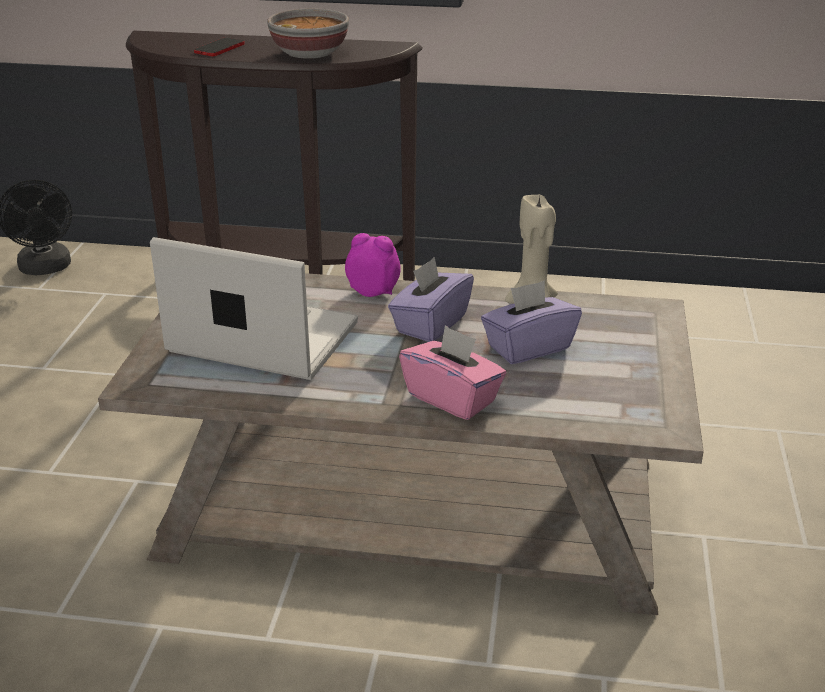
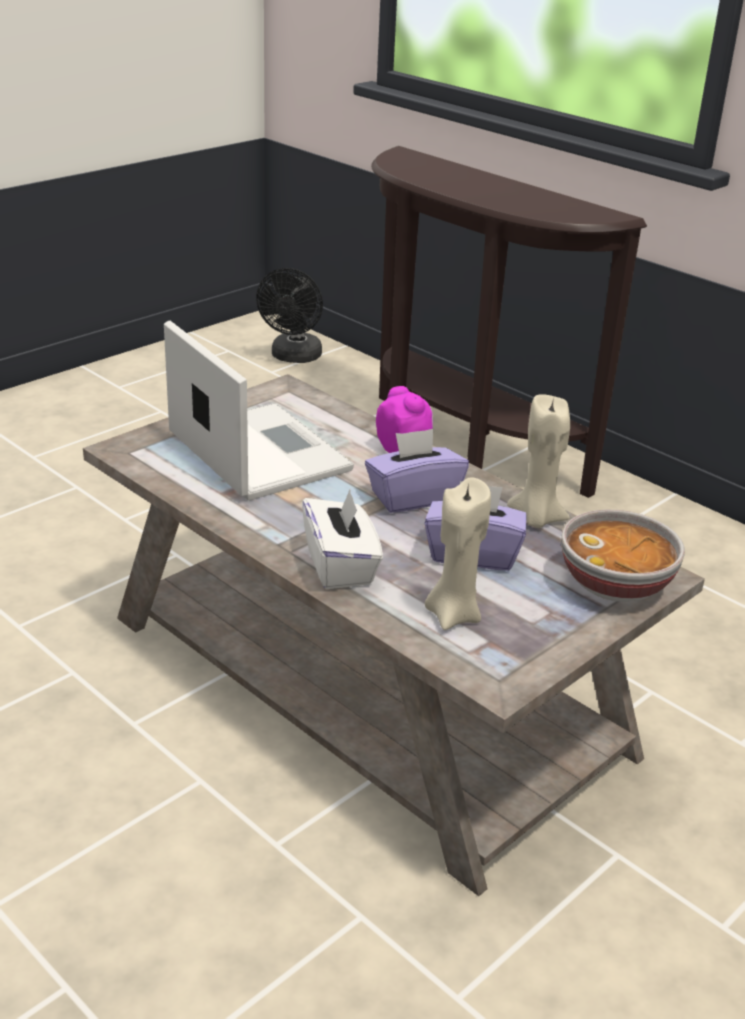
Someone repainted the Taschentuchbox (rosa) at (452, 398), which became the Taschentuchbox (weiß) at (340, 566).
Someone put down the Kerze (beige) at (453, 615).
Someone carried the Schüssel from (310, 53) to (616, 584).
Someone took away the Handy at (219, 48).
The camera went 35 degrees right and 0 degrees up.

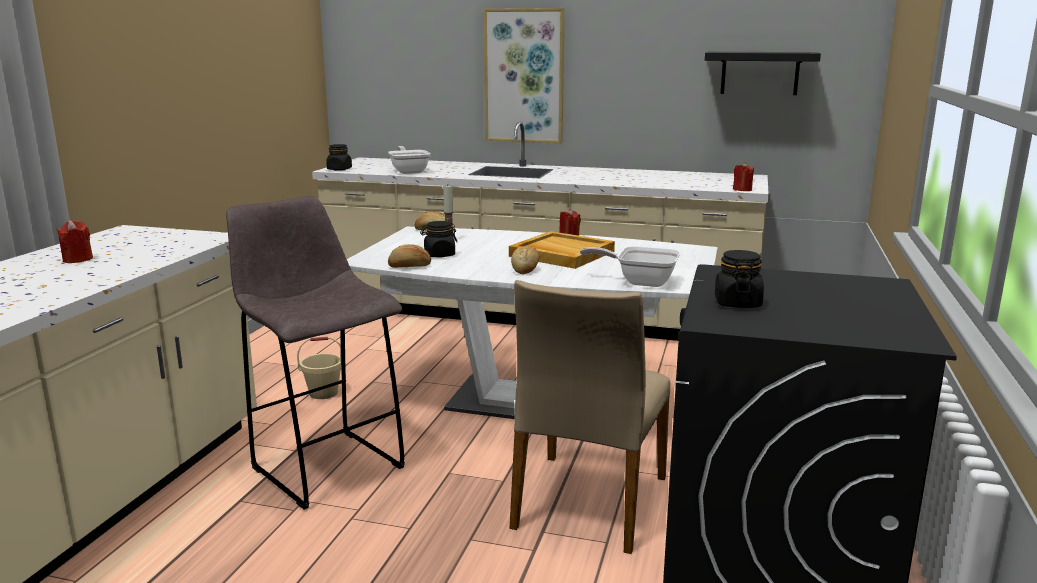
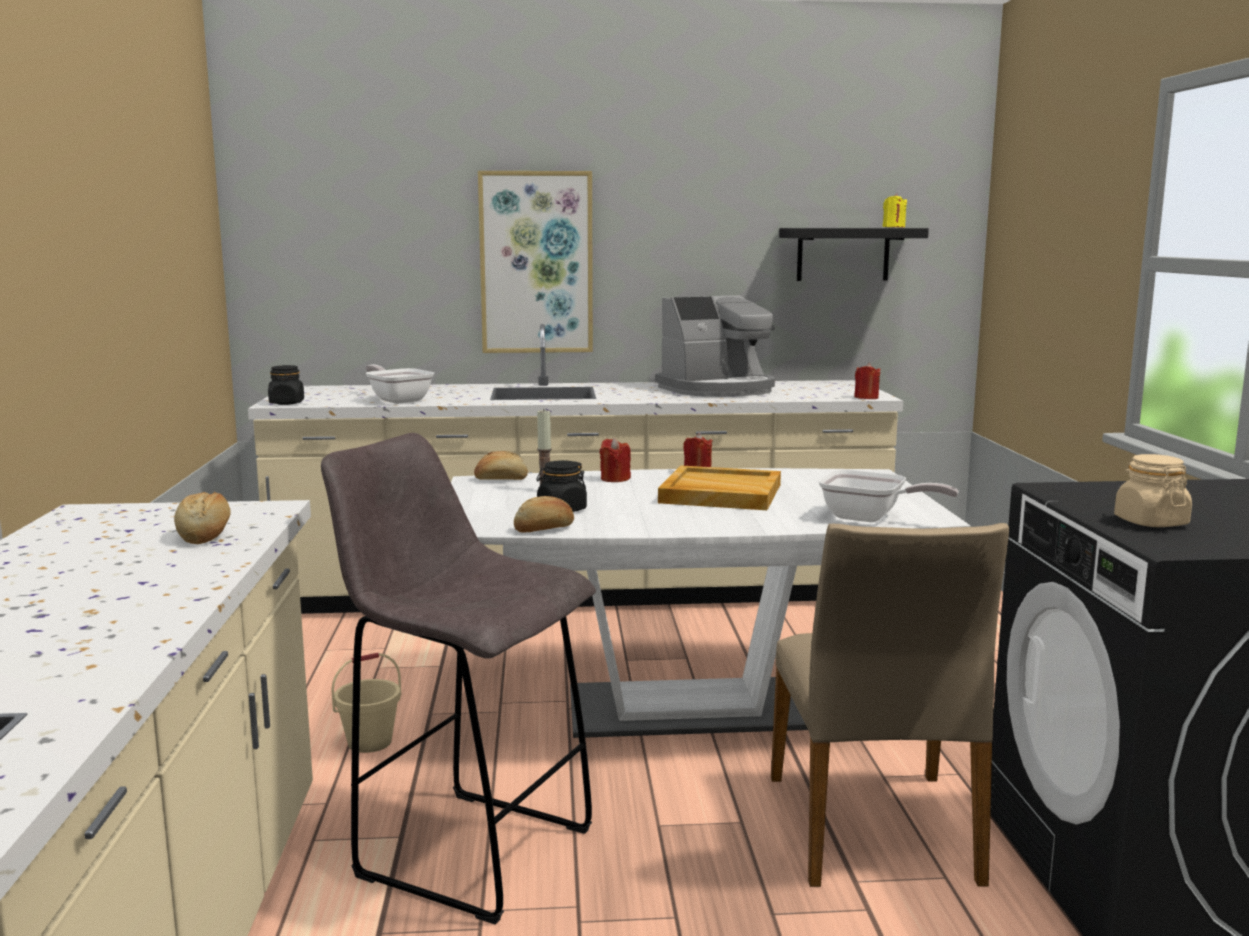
Someone carried the Brot from (525, 269) to (204, 535).
Someone carried the Kerze (rot) from (78, 259) to (615, 479).
Someone put down the Kaffeemaschine at (718, 389).
Someone rotated the Pfanne at (640, 281) by 150 degrees counterclockwise.
Someone put down the Kerze (gelb) at (893, 227).
Someone repainted the Vorratsglas (schwarz) at (737, 303), which became the Vorratsglas (beige) at (1150, 522).
The camera went 20 degrees left and 5 degrees down.

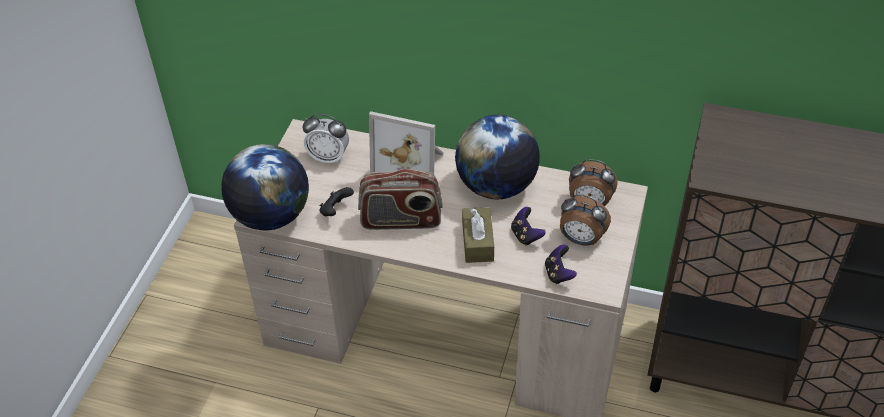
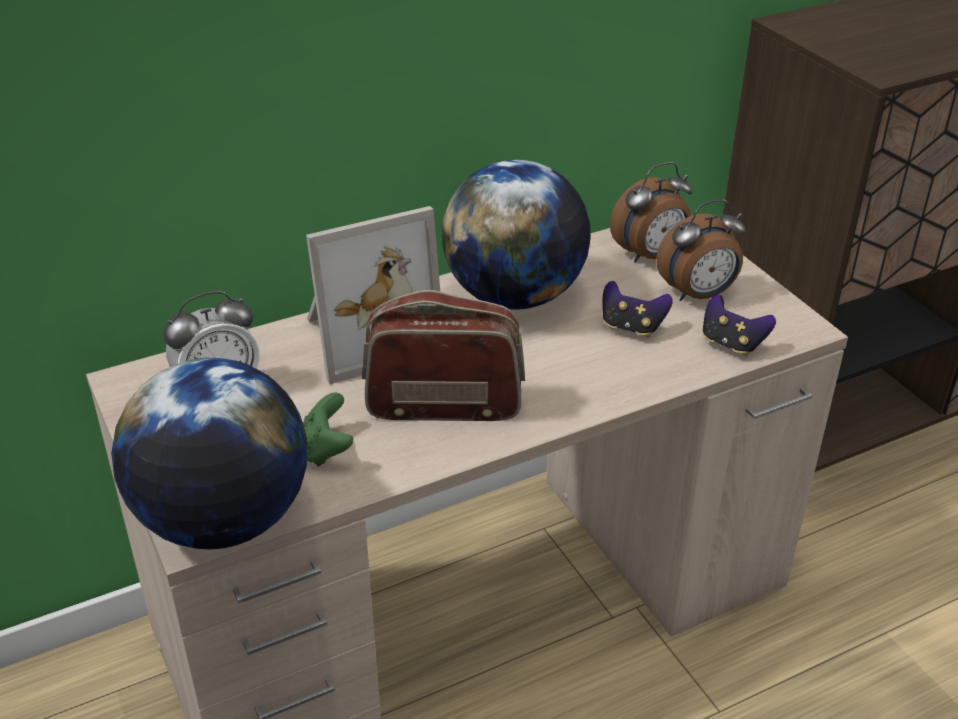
Someone repainted the Gamepad (schwarz) at (336, 210), which became the Gamepad (grün) at (326, 449).
Someone rotated the Radio at (401, 220) by 135 degrees counterclockwise.
Someone took away the Taschentuchbox (braun) at (477, 242).
The camera went 45 degrees left and 10 degrees down.

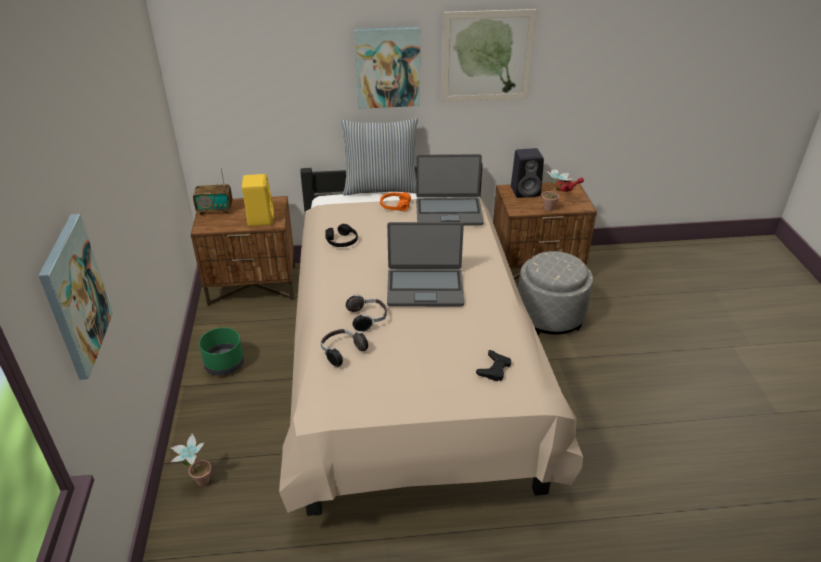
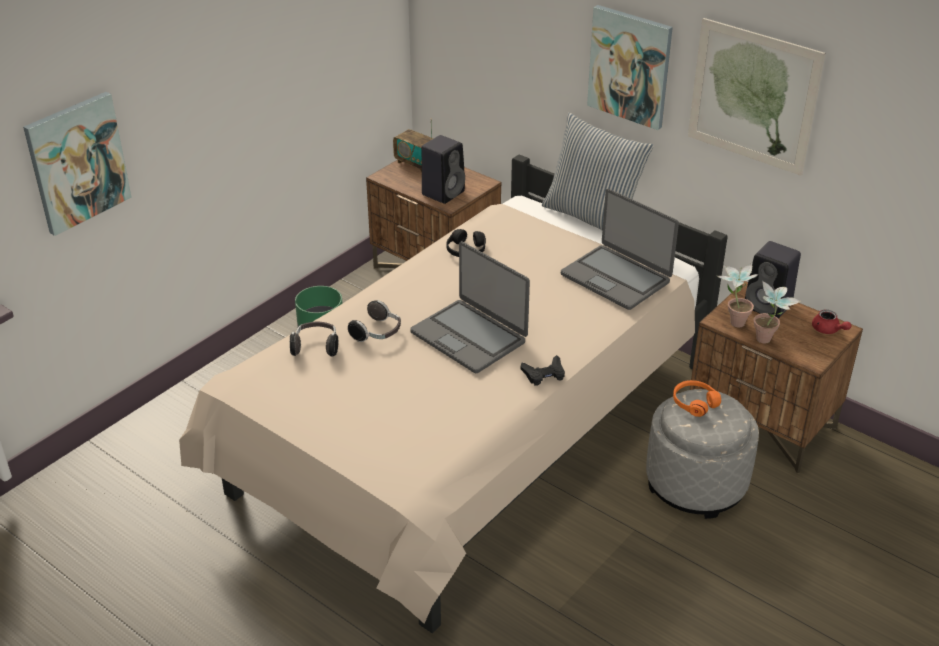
Someone repainted the Lautsprecher (gelb) at (260, 218), which became the Lautsprecher (schwarz) at (443, 192).
Someone carried the Gamepad (schwarz) from (494, 369) to (544, 374).
Someone carried the Kopfhörer (orange) from (395, 206) to (694, 403).
Someone carried the Topfpflanze from (198, 481) to (732, 321).
The camera went 45 degrees right and 0 degrees up.

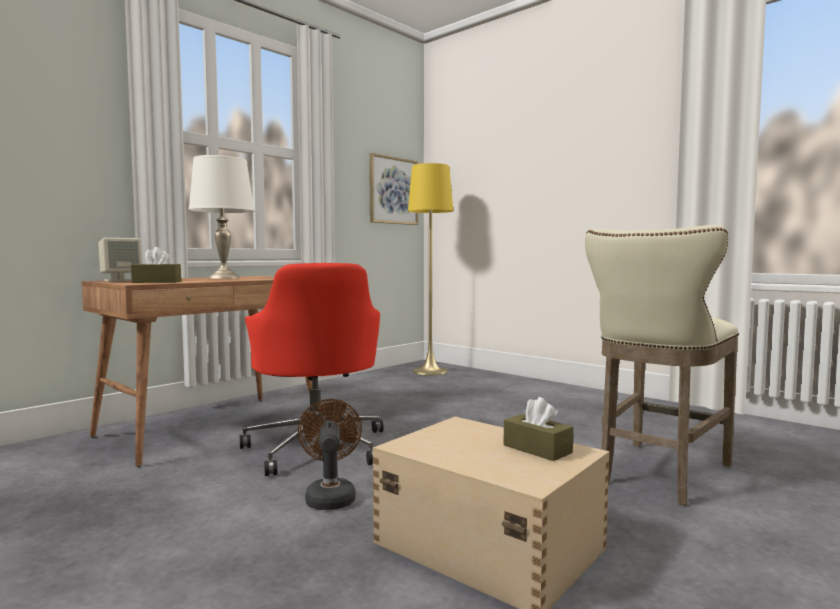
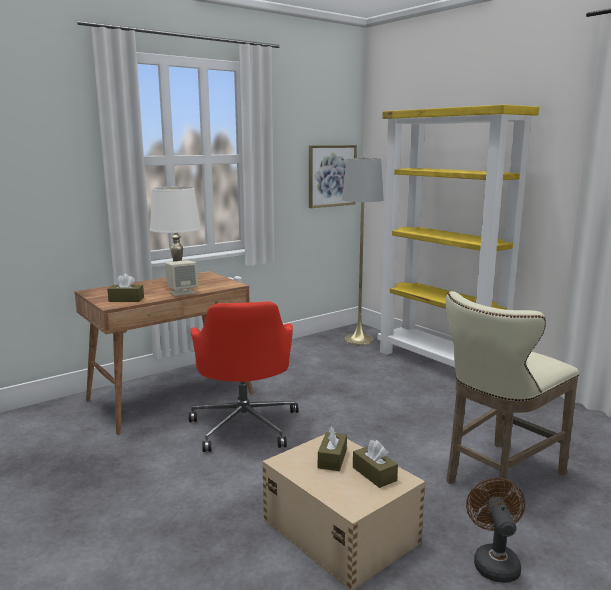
Someone carried the Lautsprecher (beige) from (121, 280) to (182, 292).
Someone put down the Taschentuchbox (braun) at (332, 459).
Someone repainted the Stehlampe (gelb) at (430, 371), which became the Stehlampe (grau) at (359, 339).
Someone put down the Bücherregal (gelb) at (440, 365).
Someone carried the Ventilator (braun) from (330, 496) to (494, 561).
The camera went 10 degrees right and 10 degrees up.

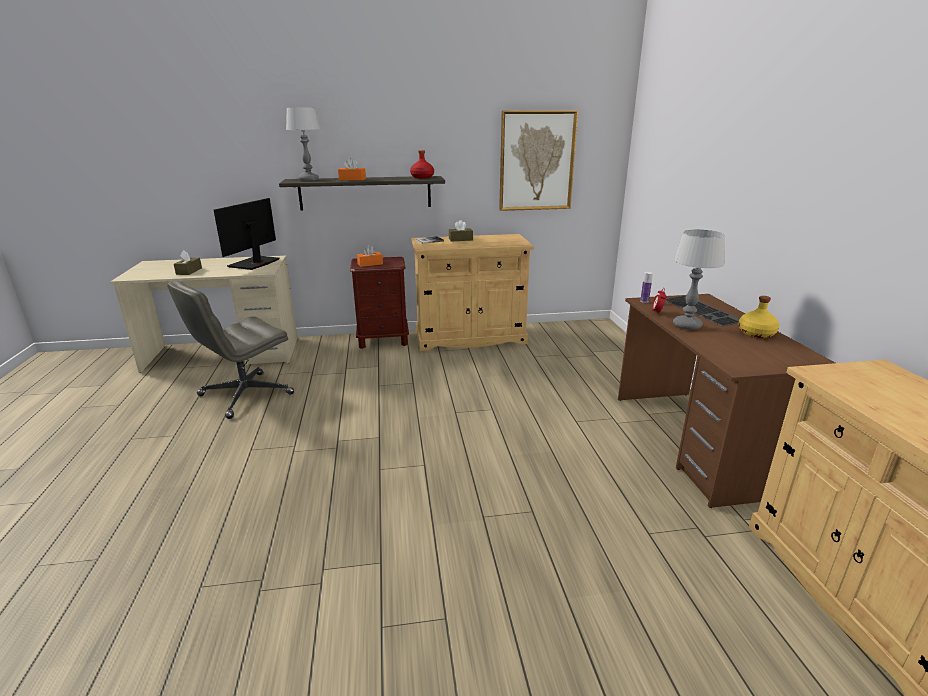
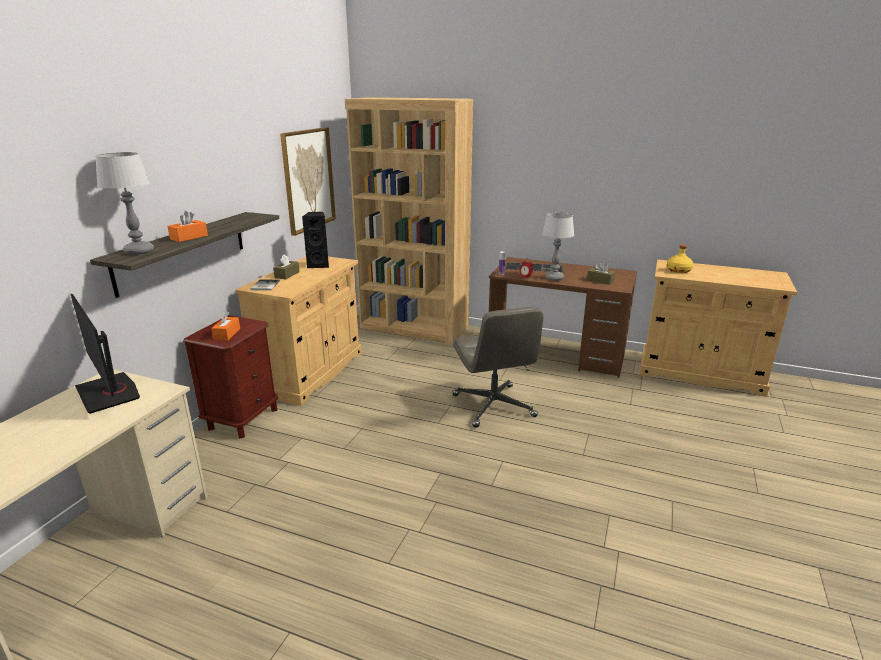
Someone put down the Lautsprecher (schwarz) at (319, 265).
Someone put down the Bücherregal (braun) at (414, 328).
Someone carried the Bürostuhl (grau) from (245, 395) to (494, 406).
Someone carried the Taschentuchbox (braun) from (189, 271) to (600, 280).
Someone carried the Flasche (gelb) from (755, 333) to (678, 270).
Someone took away the Flasche (rot) at (422, 177).
The camera went 60 degrees left and 0 degrees up.

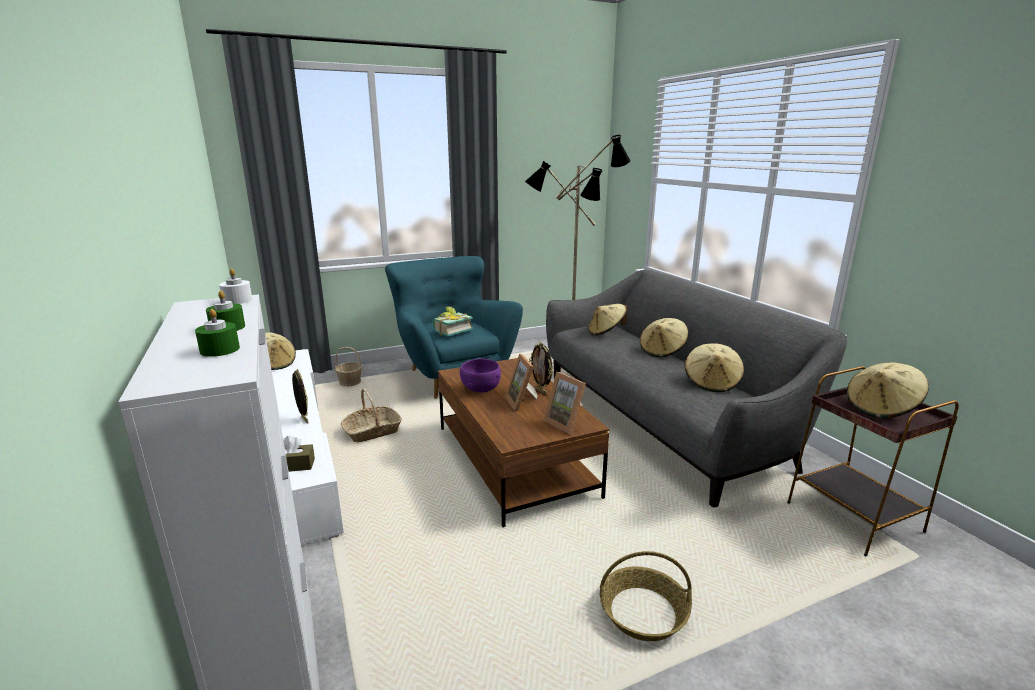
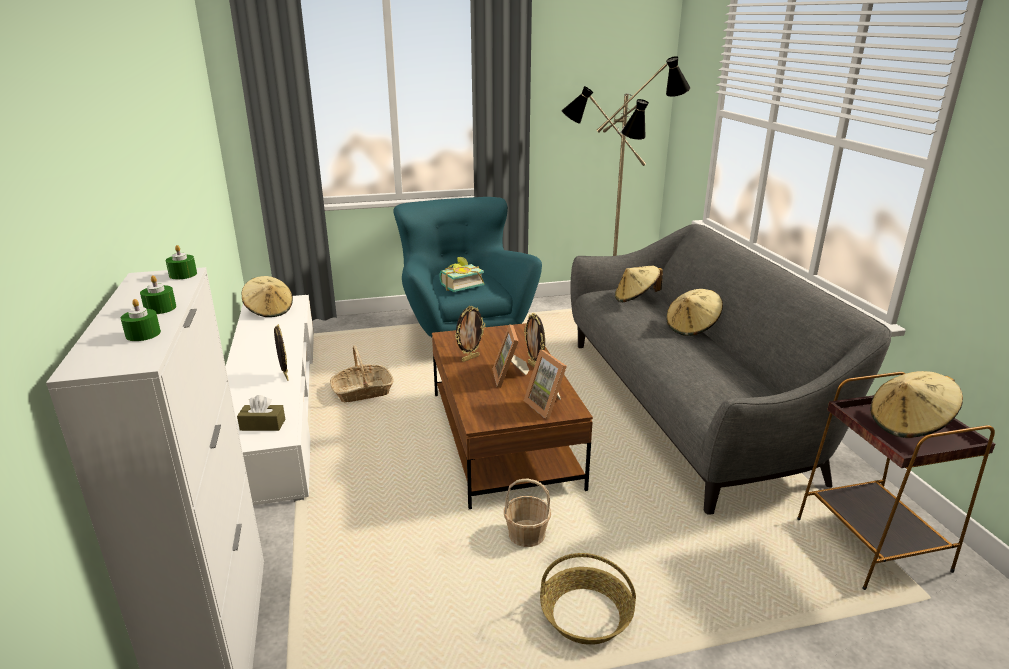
Someone repainted the Kerze (weiß) at (237, 300), which became the Kerze (grün) at (183, 274).
Someone swapped the Schüssel (lila) at (481, 389) for the Bilderrahmen at (470, 358).
Someone carried the Korb from (350, 382) to (526, 535).
Someone took away the Hut (beige) at (712, 383).
The camera went 10 degrees right and 5 degrees up.

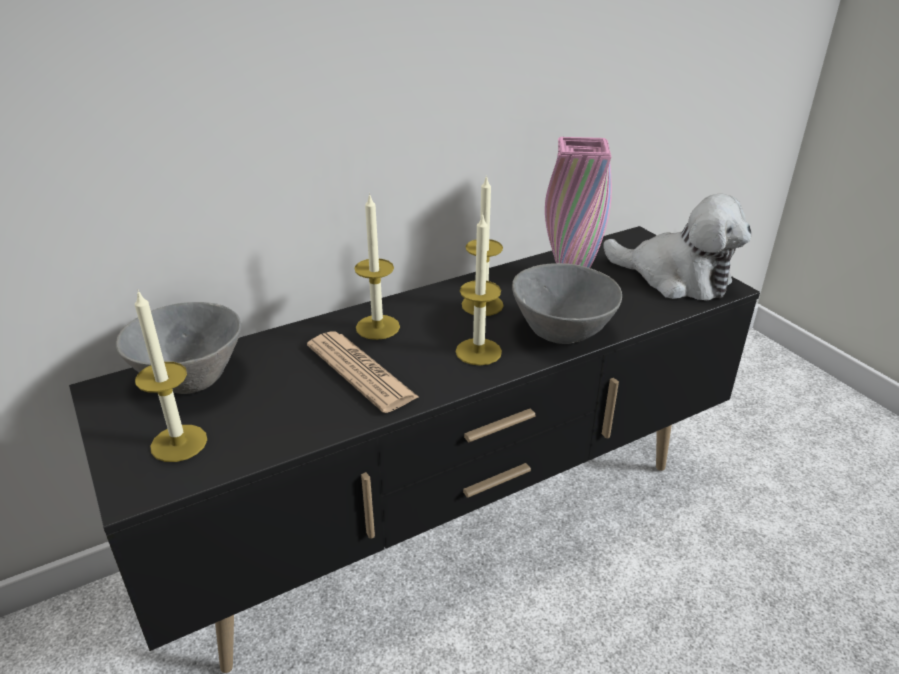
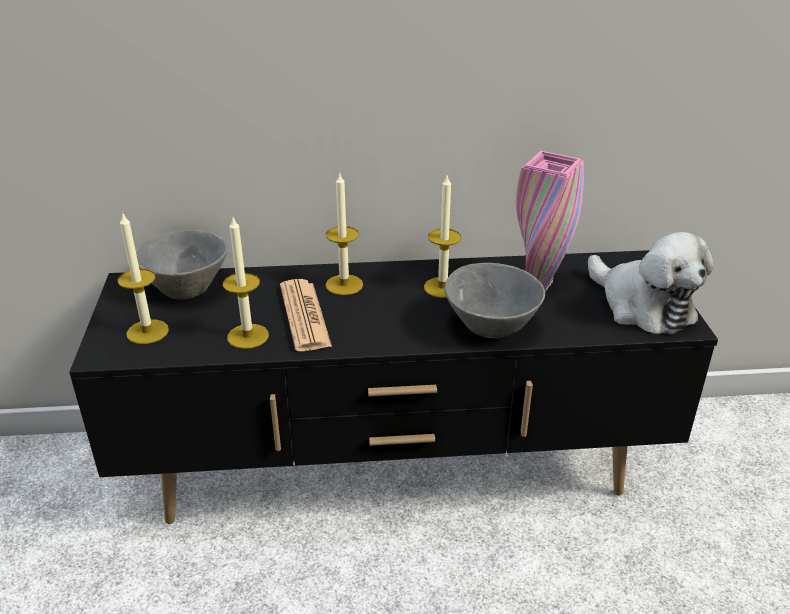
Someone carried the Kerze from (478, 351) to (248, 336).
The camera went 25 degrees right and 0 degrees up.

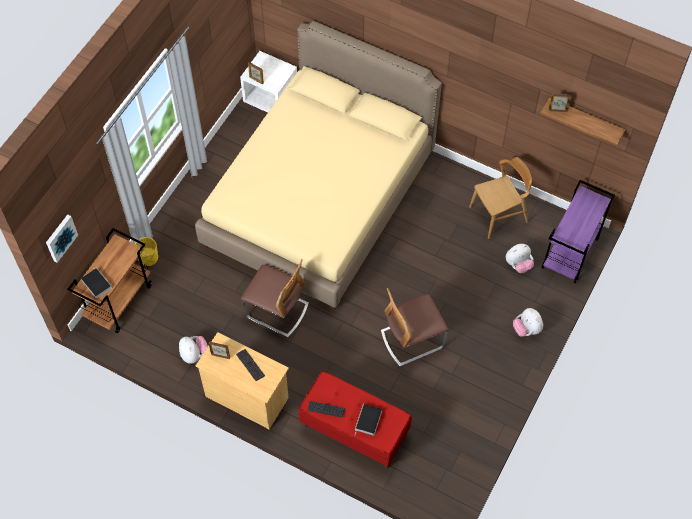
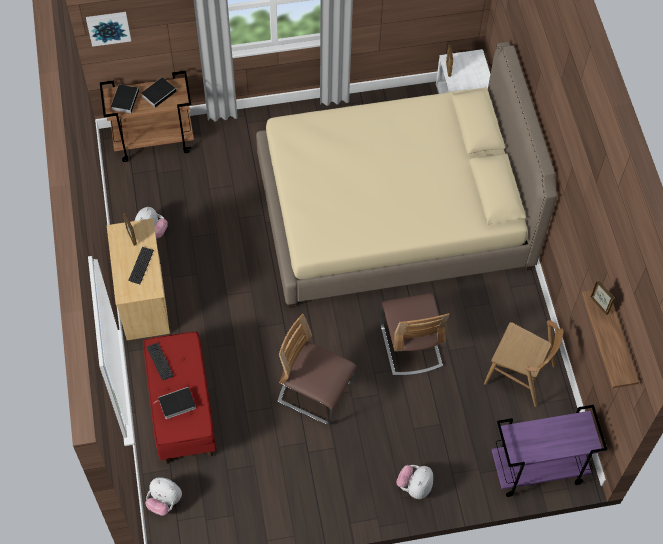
Someone put down the Buch at (159, 93).
Someone carried the Plüschtier from (518, 264) to (164, 501).
Someone carried the Stuhl from (277, 310) to (411, 346).
Someone took away the Pflanzkübel (gelb) at (148, 258).
The camera went 50 degrees right and 0 degrees up.

